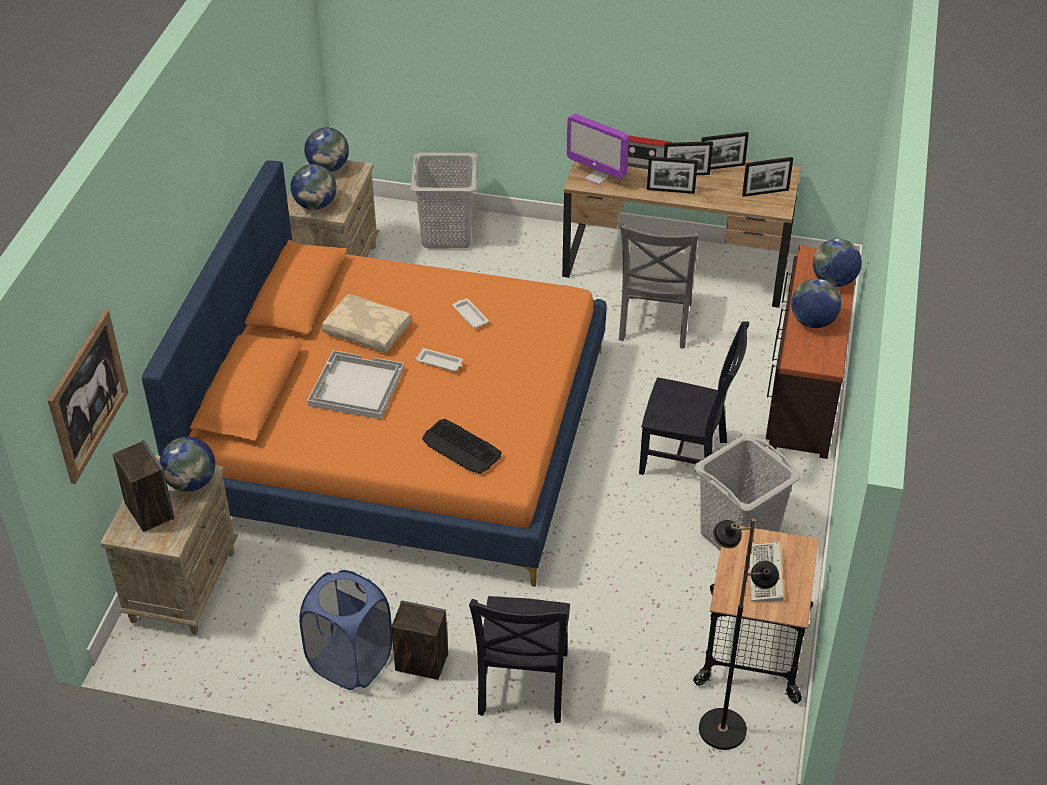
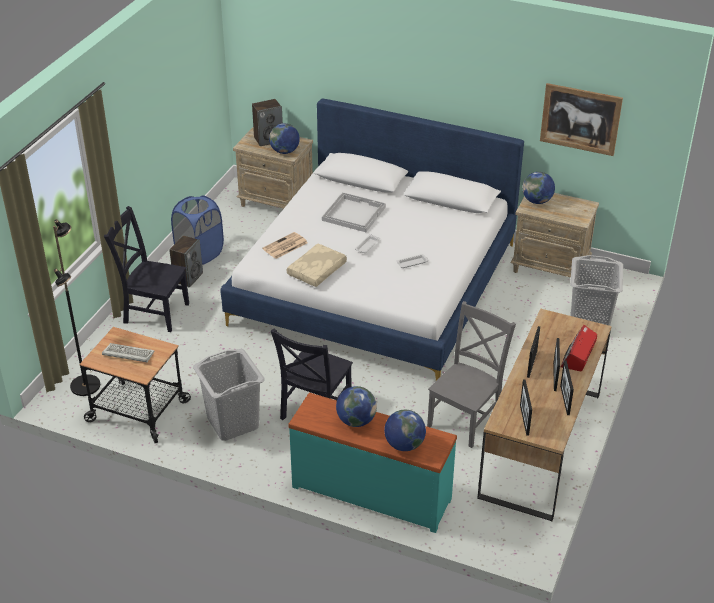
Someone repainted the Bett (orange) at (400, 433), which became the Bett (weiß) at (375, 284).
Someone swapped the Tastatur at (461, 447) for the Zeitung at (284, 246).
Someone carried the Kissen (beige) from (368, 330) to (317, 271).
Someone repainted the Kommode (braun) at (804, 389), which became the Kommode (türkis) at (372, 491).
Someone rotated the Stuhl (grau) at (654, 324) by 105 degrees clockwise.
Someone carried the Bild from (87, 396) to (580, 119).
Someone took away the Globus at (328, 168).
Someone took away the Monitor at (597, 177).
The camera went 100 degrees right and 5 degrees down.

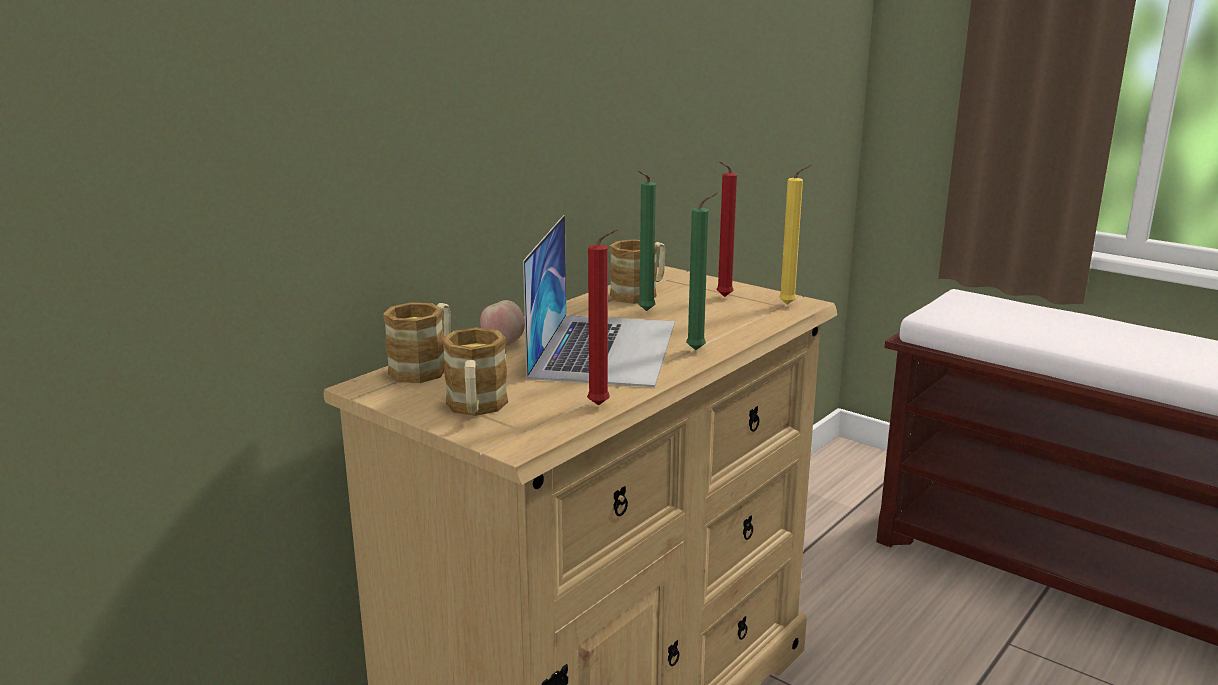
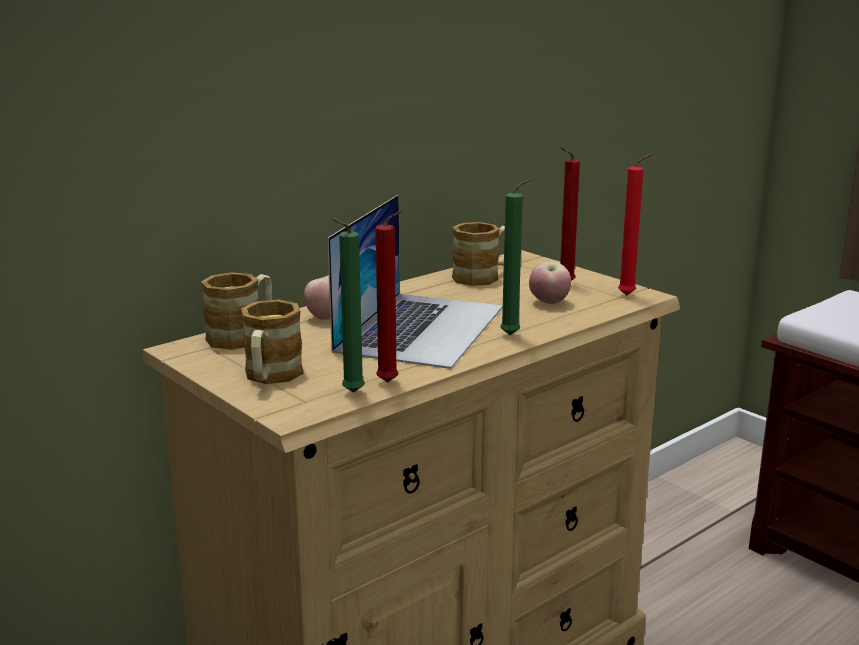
Someone carried the Kerze (grün) from (644, 311) to (350, 393).
Someone put down the Apfel at (549, 302).
Someone repainted the Kerze (gelb) at (790, 304), which became the Kerze (rot) at (629, 295).
The camera went 10 degrees right and 0 degrees up.

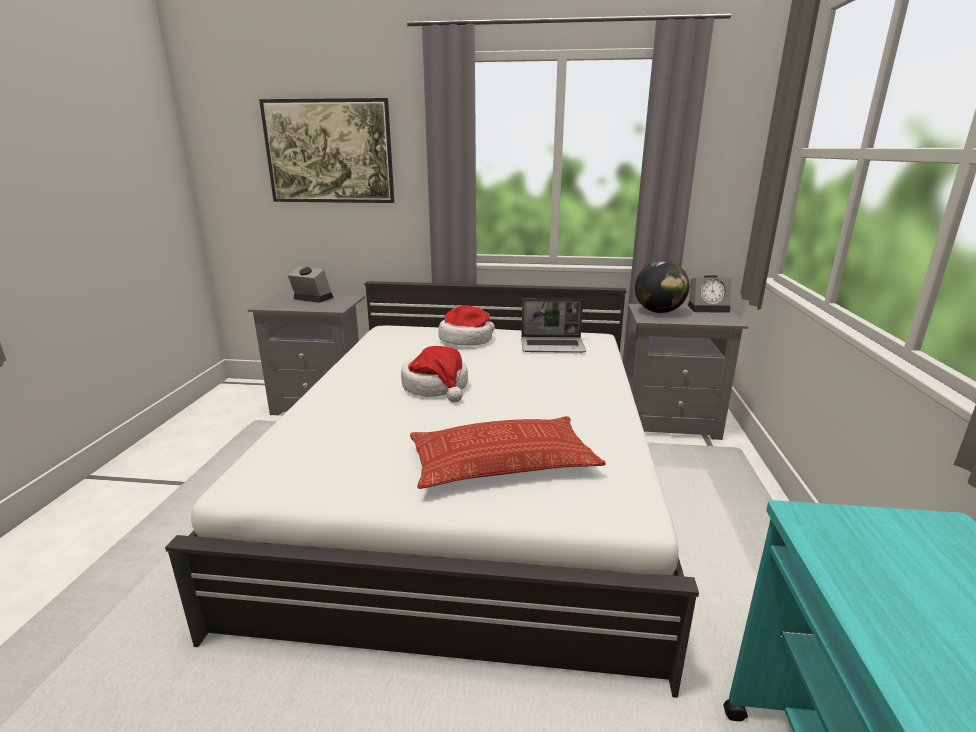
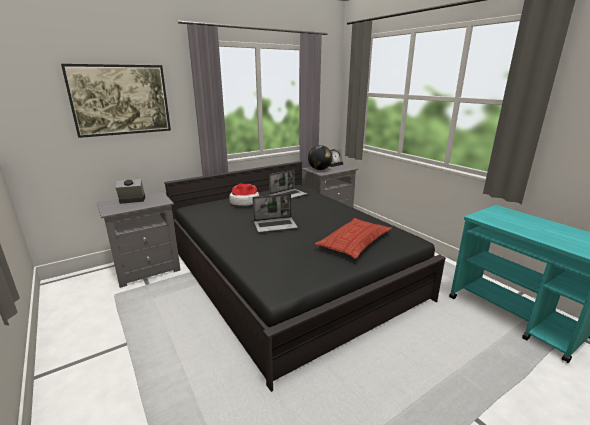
Someone repainted the Bett (weiß) at (471, 488), which became the Bett (schwarz) at (290, 274).
Someone swapped the Hut at (436, 387) for the Laptop at (275, 225).
The camera went 40 degrees left and 0 degrees up.

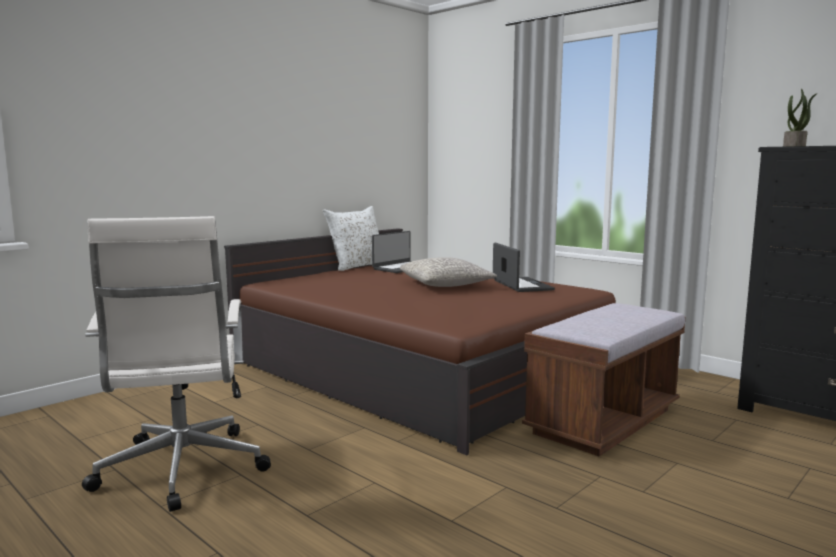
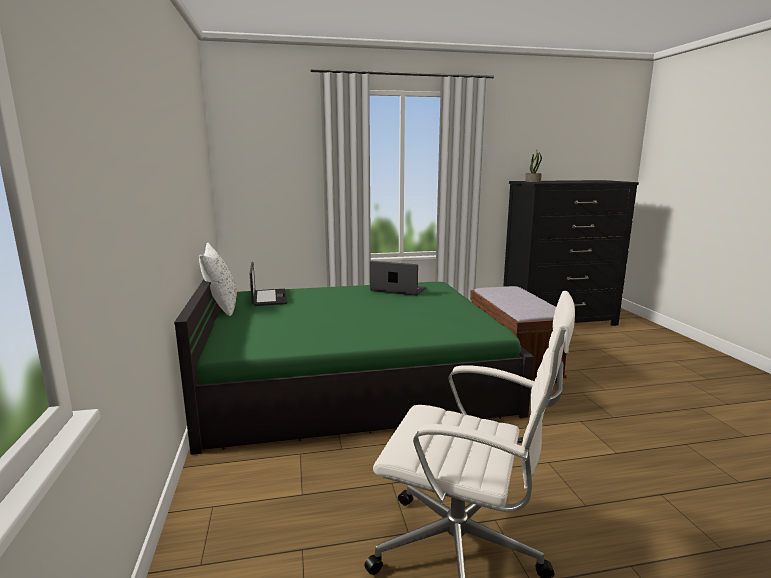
Someone repainted the Bett (braun) at (421, 367), which became the Bett (grün) at (352, 378).
Someone took away the Kissen (grau) at (446, 285).
The camera went 55 degrees left and 5 degrees up.

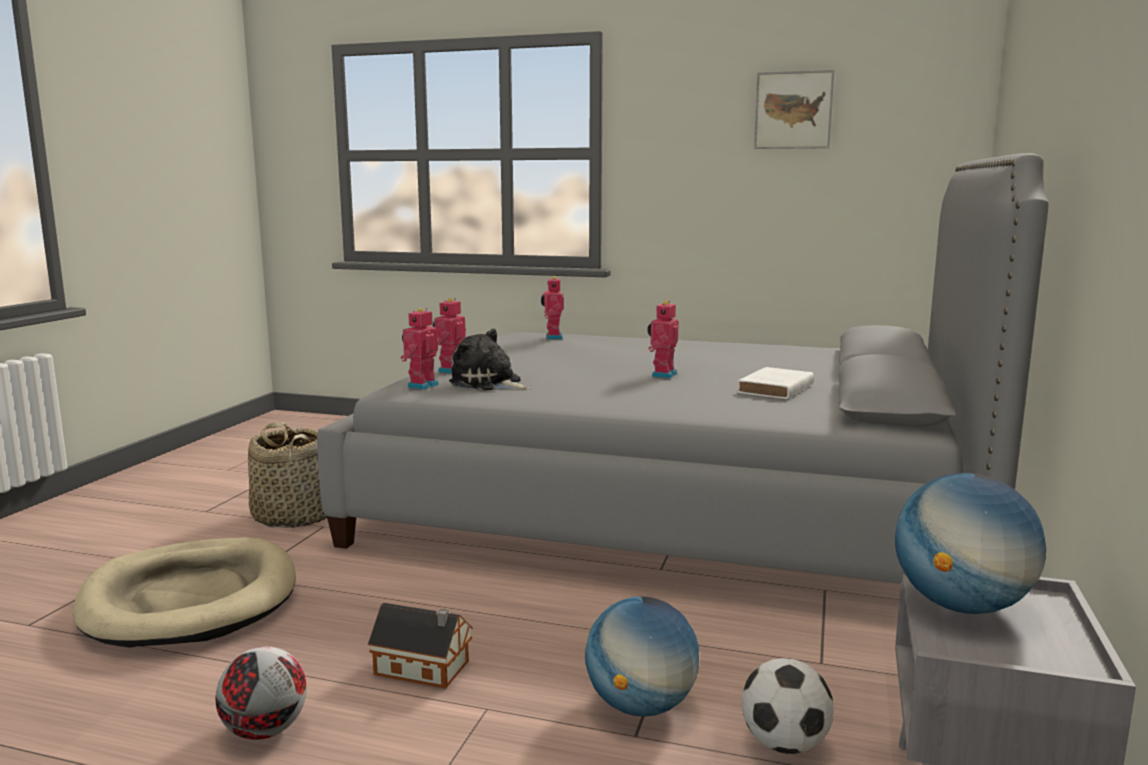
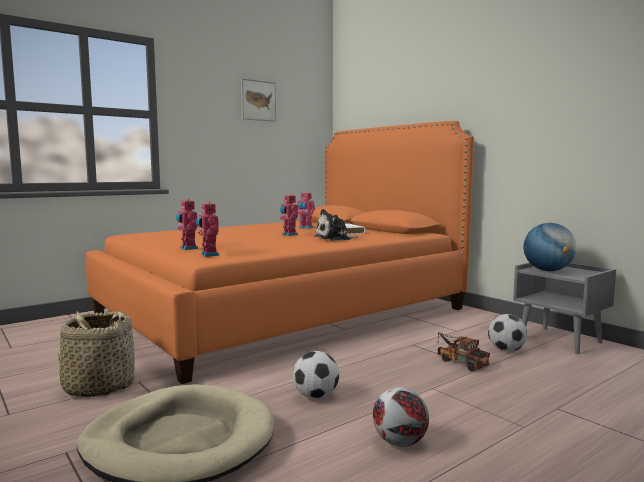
Someone repainted the Bett (grau) at (672, 505), which became the Bett (orange) at (282, 310).
Someone put down the Fußball at (316, 396).
Someone carried the Spielzeugroboter from (552, 337) to (305, 228).
Someone carried the Plüschtier from (488, 384) to (335, 238).
Someone swapped the Globus at (641, 706) for the Spielzeuglaster at (459, 362).
Someone took away the Spielzeughaus at (425, 669).
The camera went 55 degrees left and 5 degrees down.

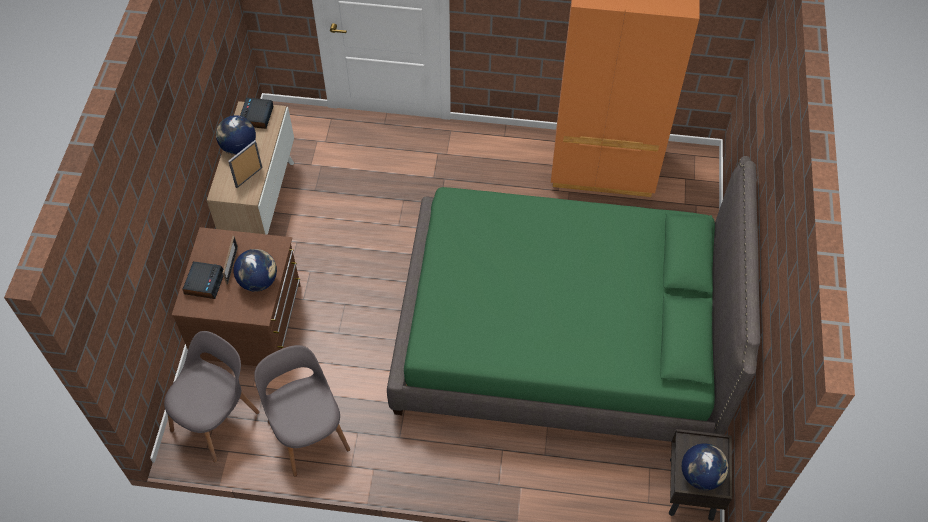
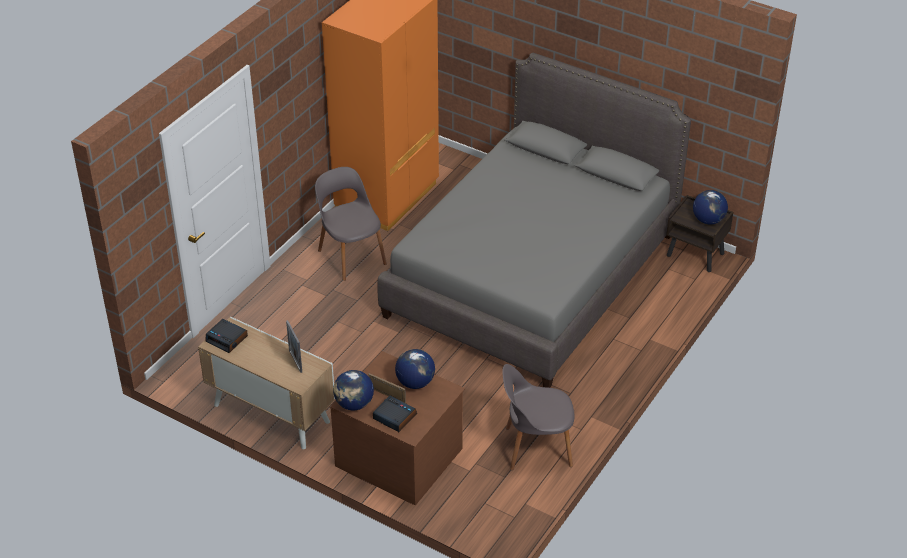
Someone carried the Stuhl (grau) from (217, 419) to (351, 256).
Someone carried the Globus from (238, 147) to (354, 404).
Someone repainted the Bett (grün) at (561, 336), which became the Bett (grau) at (532, 274).
The camera went 65 degrees left and 15 degrees down.

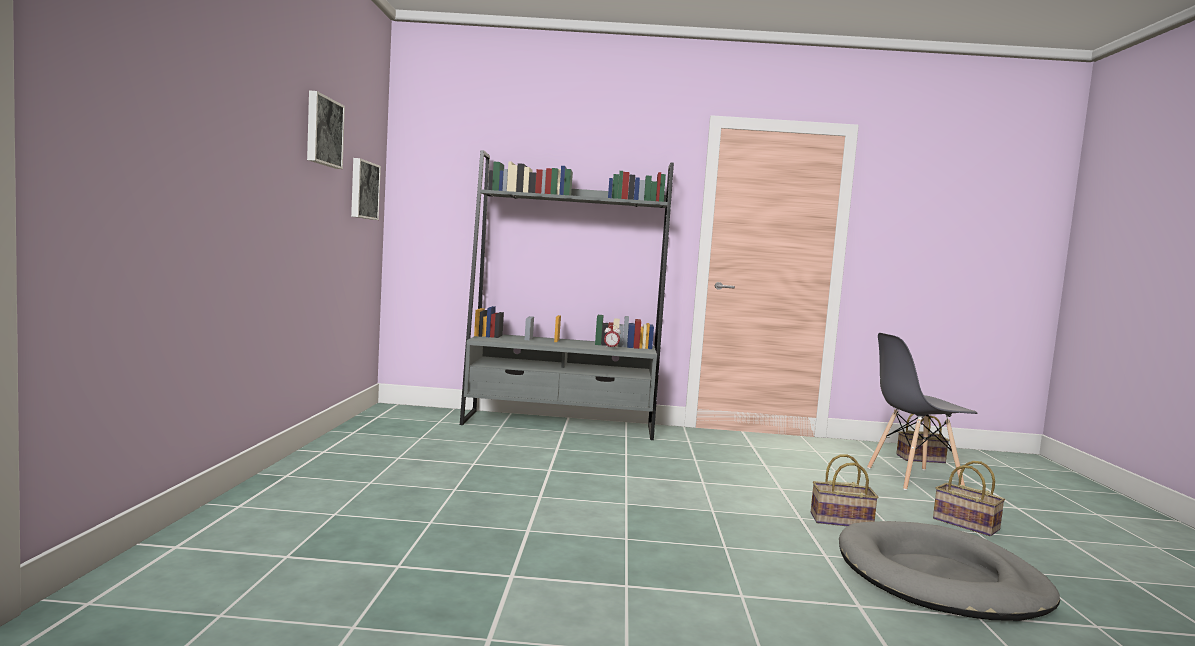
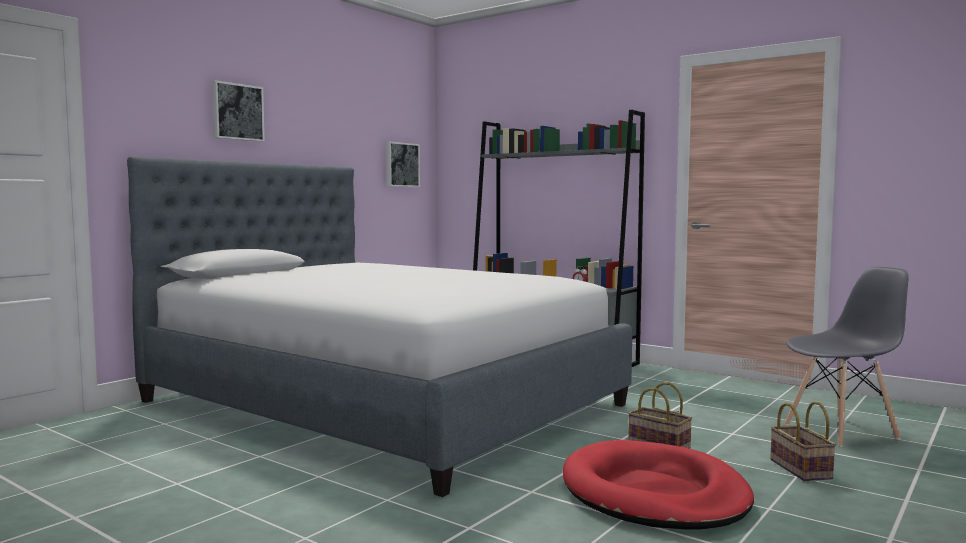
Someone put down the Bett at (381, 403).
Someone carried the Bild from (322, 131) to (237, 112).
Someone repainted the Hundebett (grau) at (940, 578), which became the Hundebett (rot) at (654, 493).
Someone rotated the Stuhl (grau) at (913, 479) by 135 degrees clockwise.
Someone took away the Korb at (921, 458).
The camera went 35 degrees right and 0 degrees up.

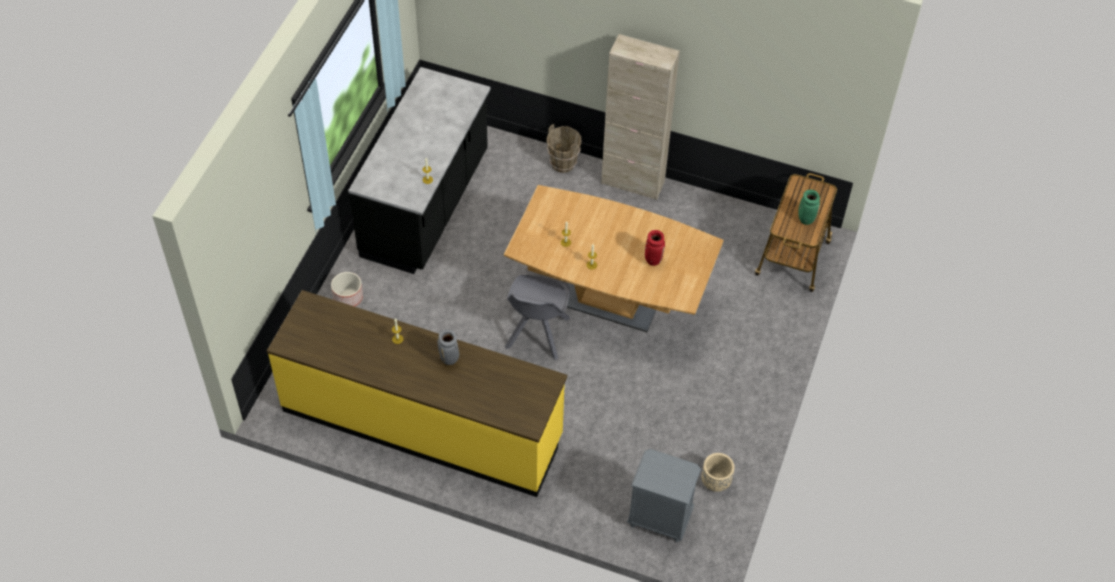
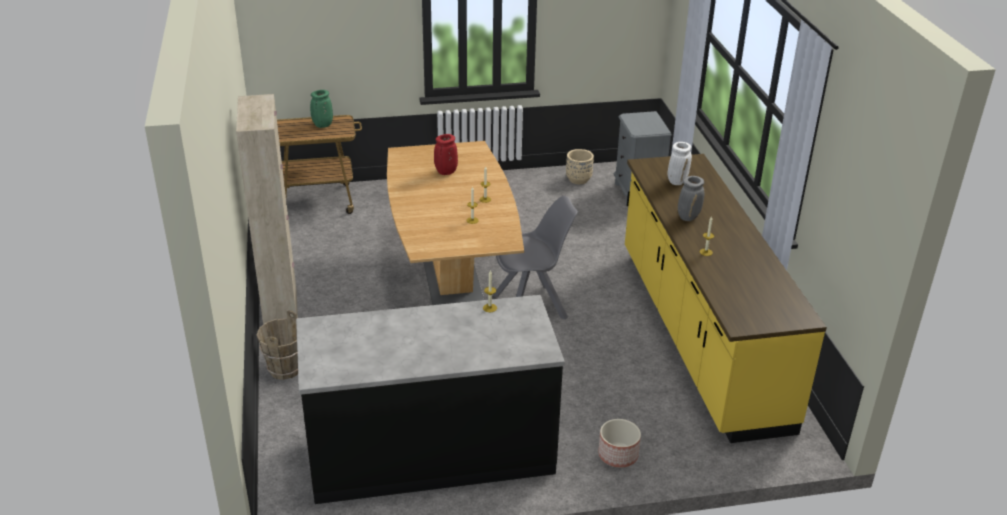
Someone put down the Vase (weiß) at (677, 181).
The camera went 120 degrees left and 20 degrees down.

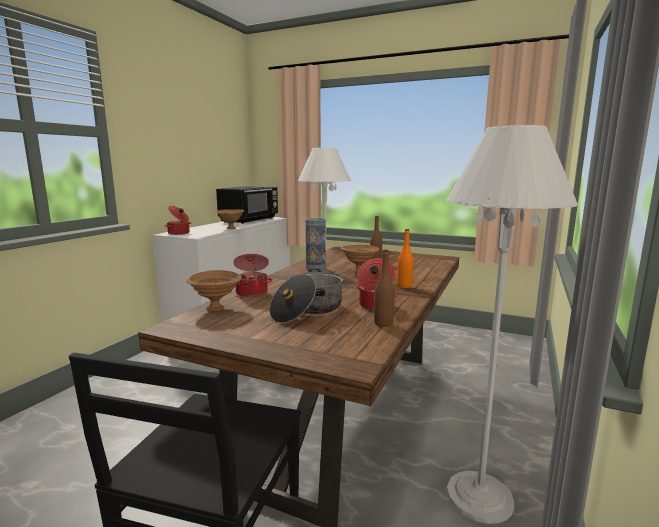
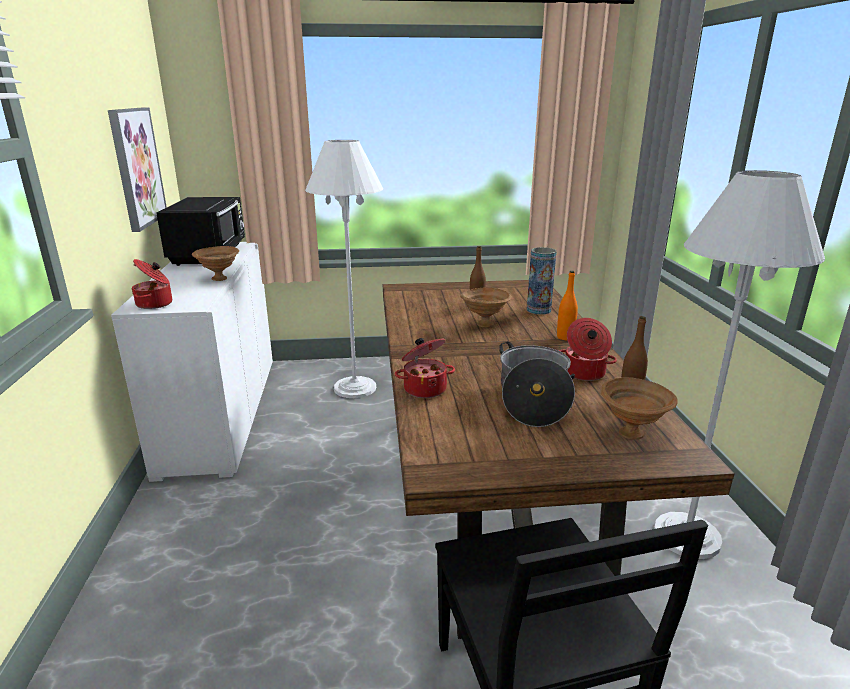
Someone put up the Bild at (137, 167).
Someone carried the Vase from (315, 268) to (538, 310).
Someone carried the Schüssel (braun) from (217, 308) to (631, 433).
The camera went 30 degrees left and 10 degrees up.

